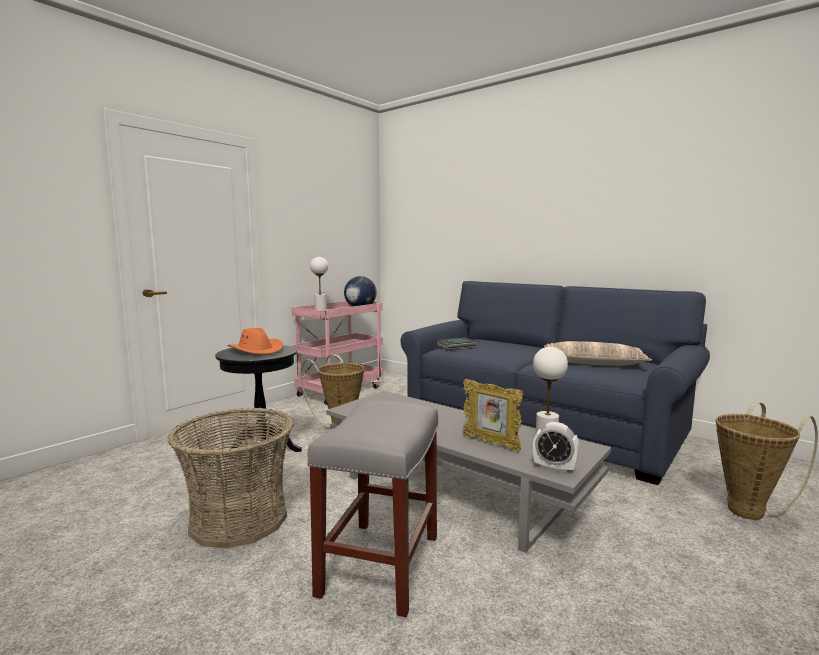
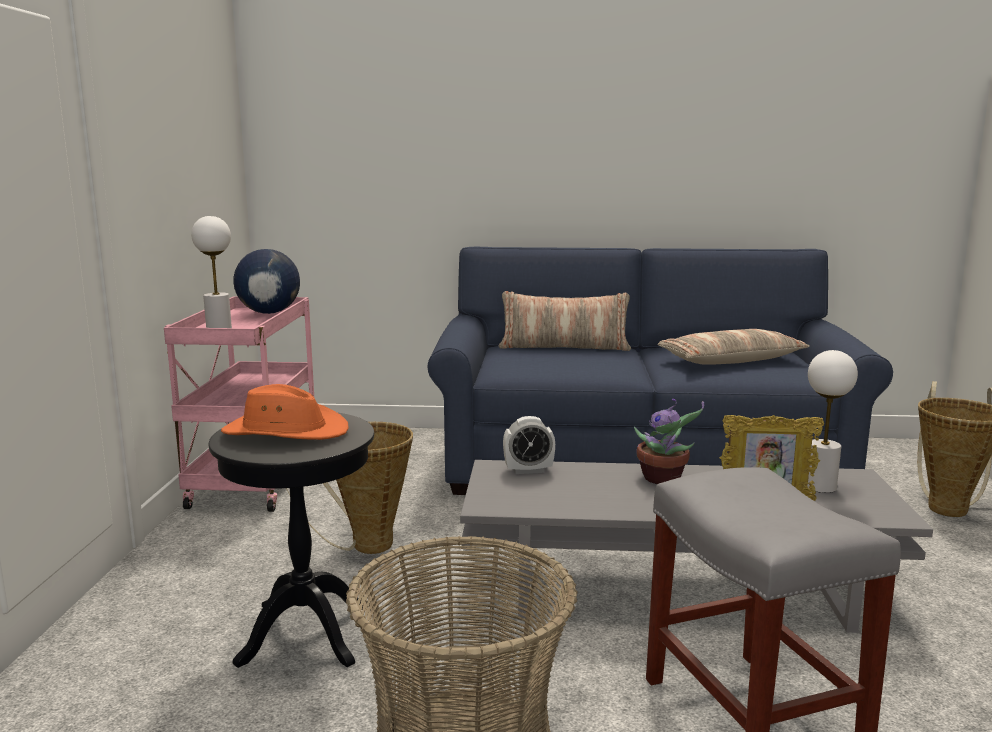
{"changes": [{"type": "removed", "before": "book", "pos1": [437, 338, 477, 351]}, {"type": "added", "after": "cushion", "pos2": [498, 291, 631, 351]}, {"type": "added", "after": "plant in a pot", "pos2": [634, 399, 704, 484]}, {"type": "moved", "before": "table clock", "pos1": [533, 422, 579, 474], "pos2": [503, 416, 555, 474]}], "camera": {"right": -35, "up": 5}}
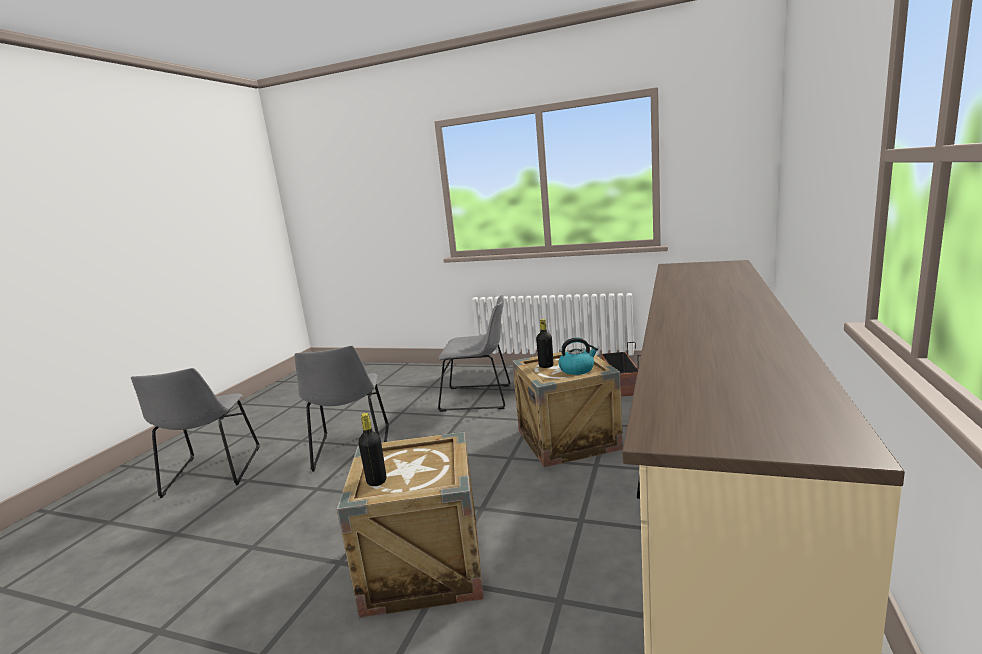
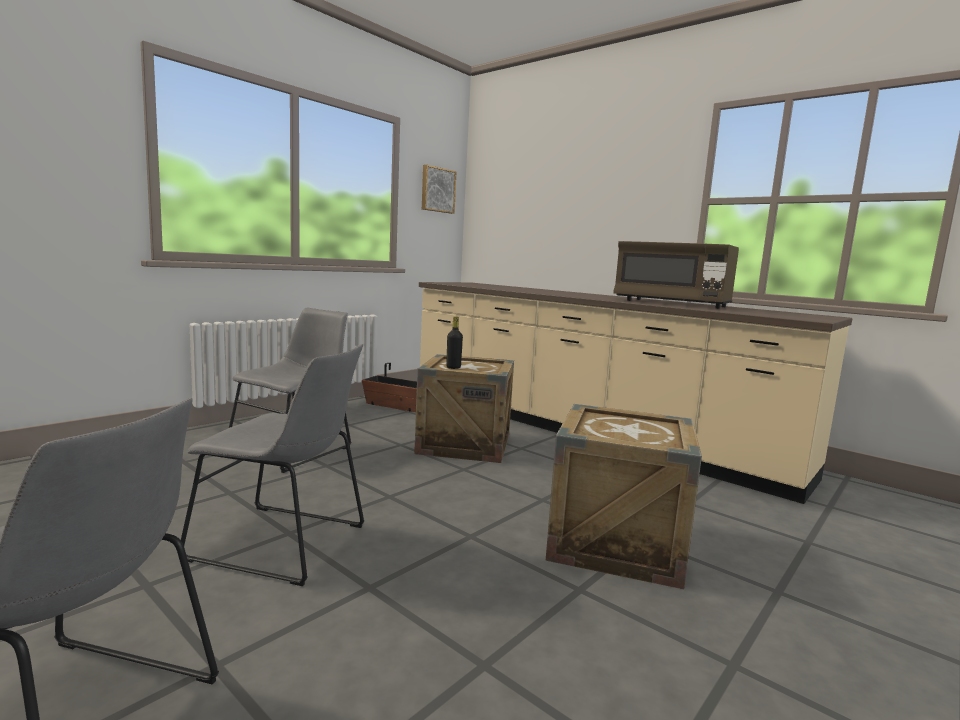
{"changes": [{"type": "removed", "before": "black drink bottle", "pos1": [358, 413, 386, 486]}, {"type": "removed", "before": "kettle", "pos1": [558, 338, 598, 375]}, {"type": "added", "after": "wall picture", "pos2": [422, 165, 456, 214]}, {"type": "added", "after": "brownish kitchen microwave", "pos2": [613, 241, 739, 309]}], "camera": {"right": -70, "up": -5}}
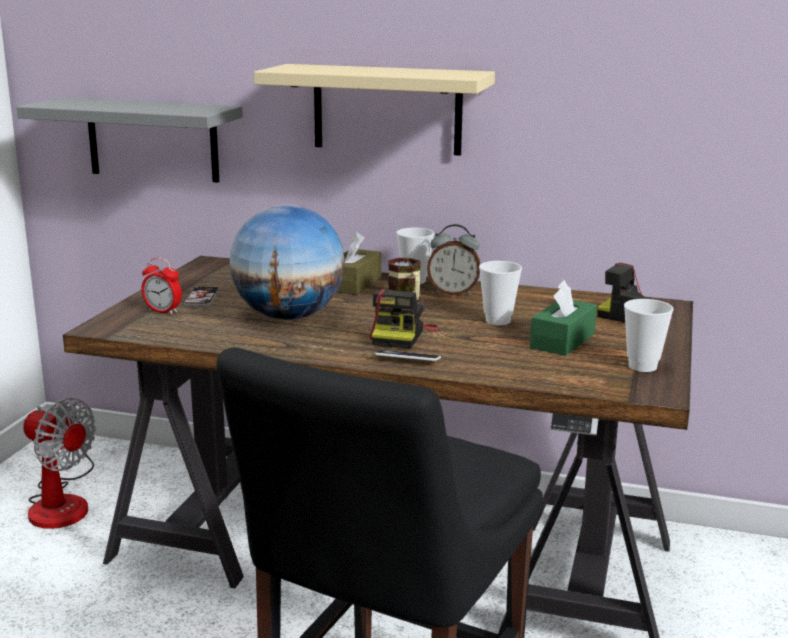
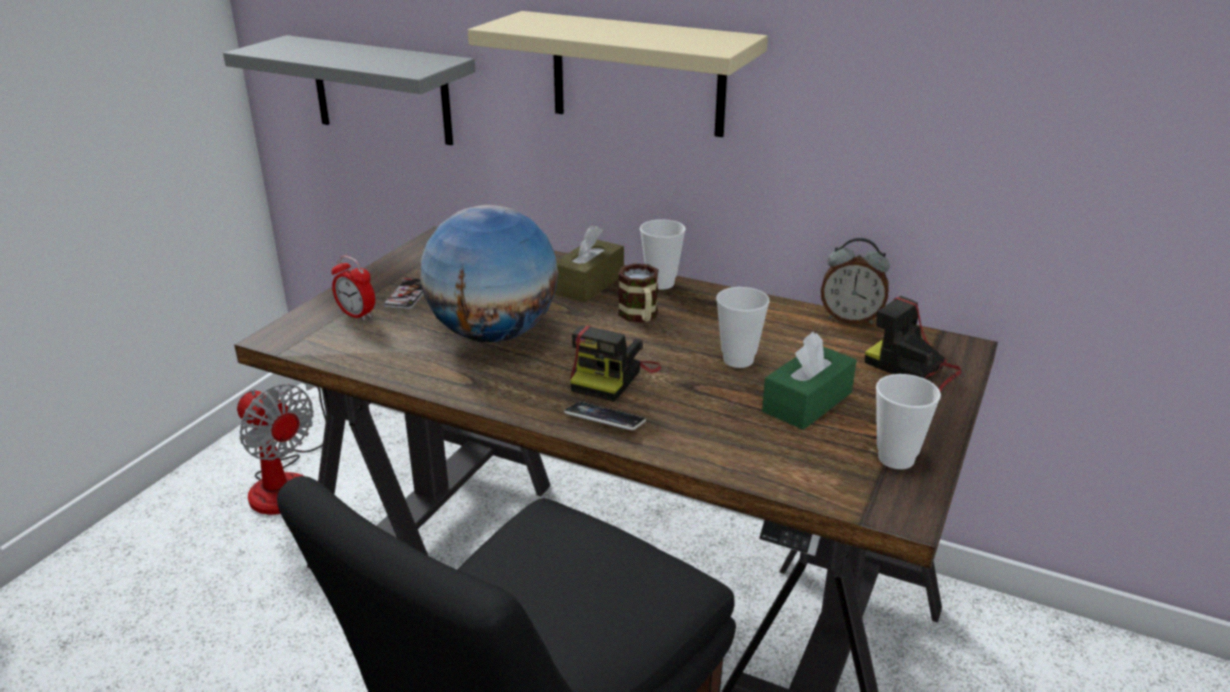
{"changes": [{"type": "moved", "before": "table clock", "pos1": [427, 224, 480, 295], "pos2": [821, 238, 890, 324]}], "camera": {"right": 10, "up": 10}}
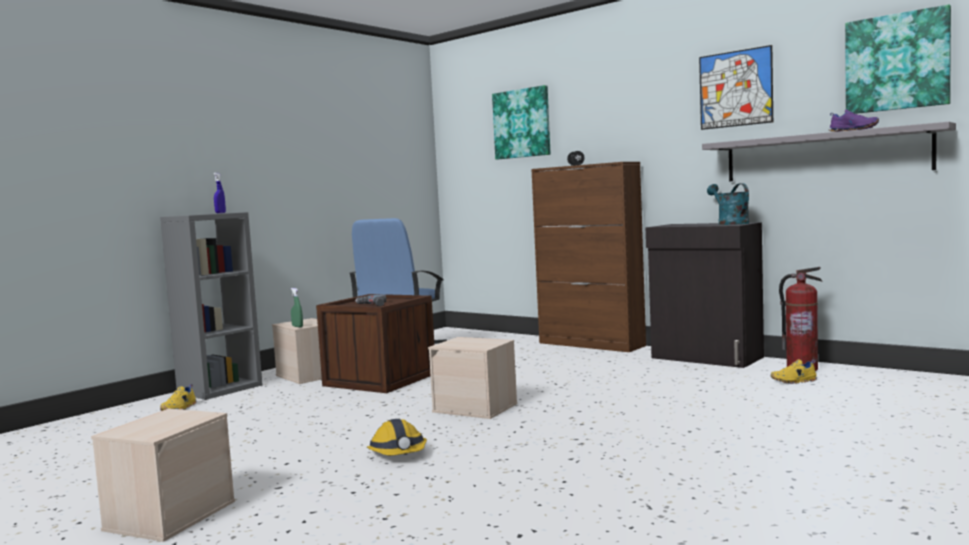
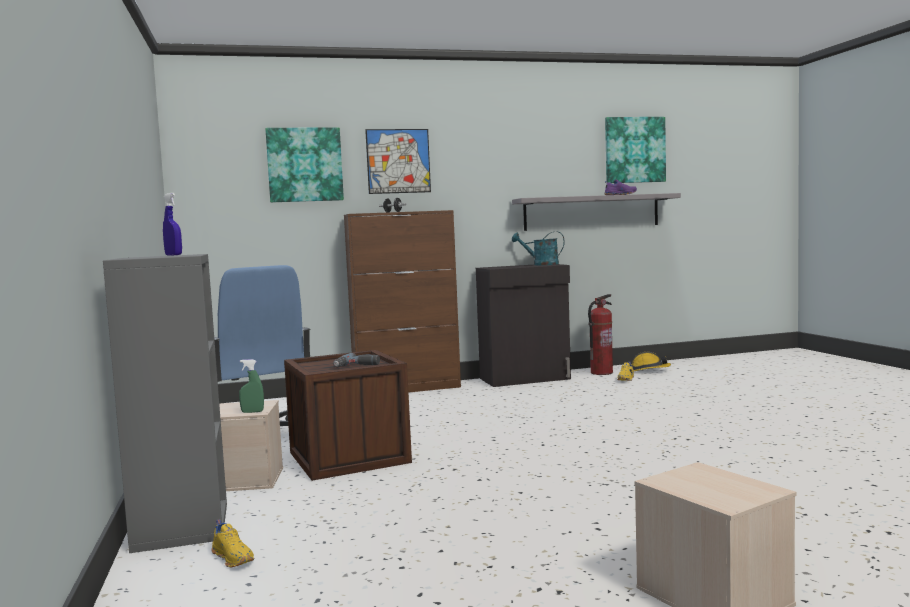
{"changes": [{"type": "removed", "before": "beige-coloured storage bin", "pos1": [428, 337, 517, 419]}, {"type": "moved", "before": "safety helmet", "pos1": [367, 419, 427, 455], "pos2": [632, 352, 671, 371]}, {"type": "moved", "before": "wall picture", "pos1": [699, 45, 773, 130], "pos2": [365, 129, 431, 194]}], "camera": {"right": -55, "up": 0}}
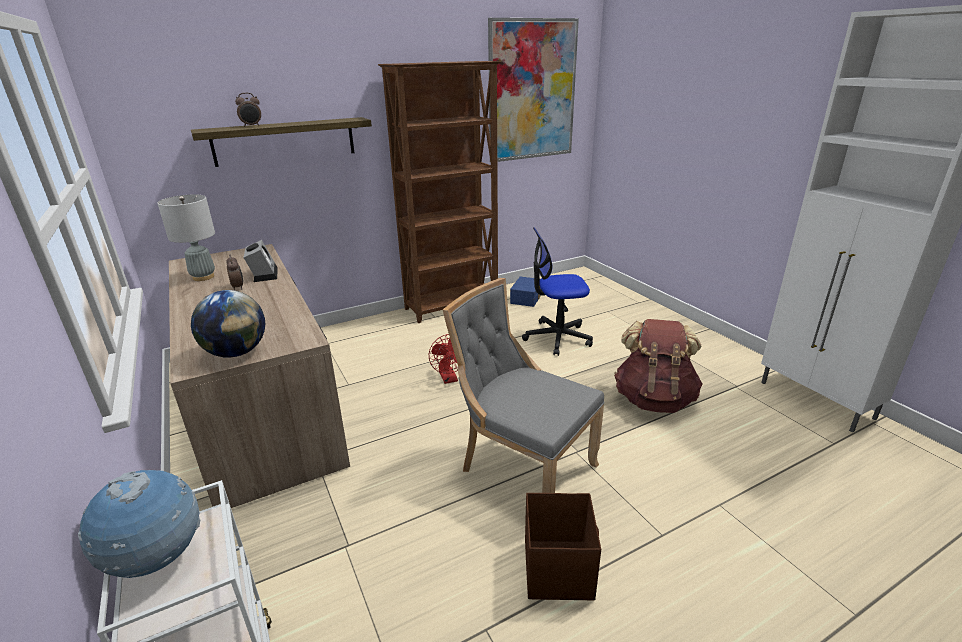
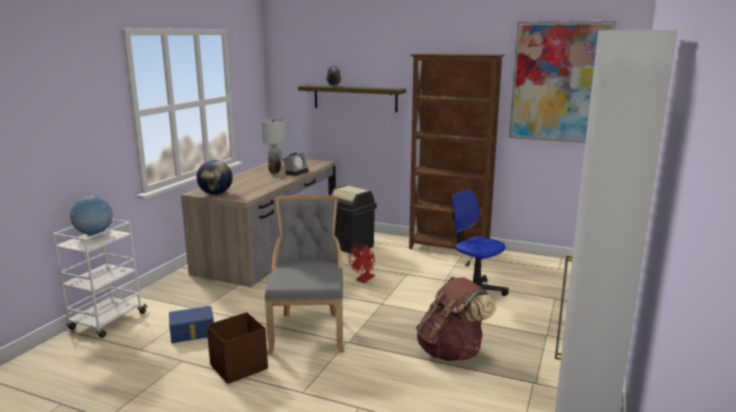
{"changes": [{"type": "added", "after": "black trash can", "pos2": [330, 185, 377, 254]}, {"type": "moved", "before": "blue storage bin", "pos1": [510, 277, 541, 307], "pos2": [169, 306, 214, 343]}], "camera": {"right": 50, "up": -10}}
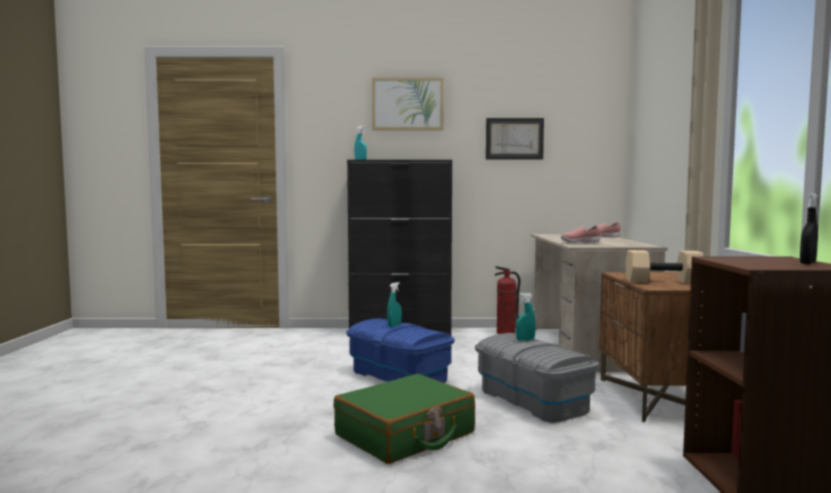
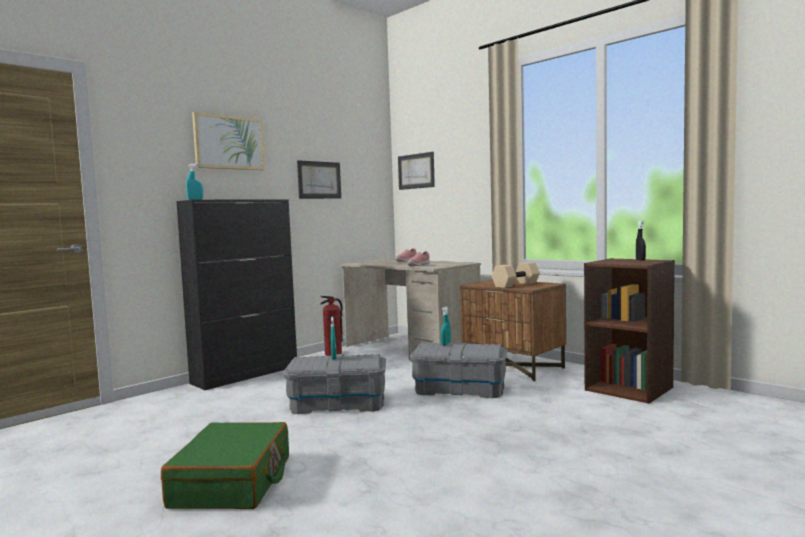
{"changes": [{"type": "added", "after": "wall picture", "pos2": [398, 152, 435, 190]}, {"type": "moved", "before": "green-coloured piece of luggage", "pos1": [334, 374, 475, 464], "pos2": [161, 422, 289, 509]}, {"type": "recoloured", "before": "blue storage bin", "after": "greyish storage bin", "pos1": [346, 318, 454, 383], "pos2": [283, 354, 386, 414]}], "camera": {"right": -45, "up": 0}}
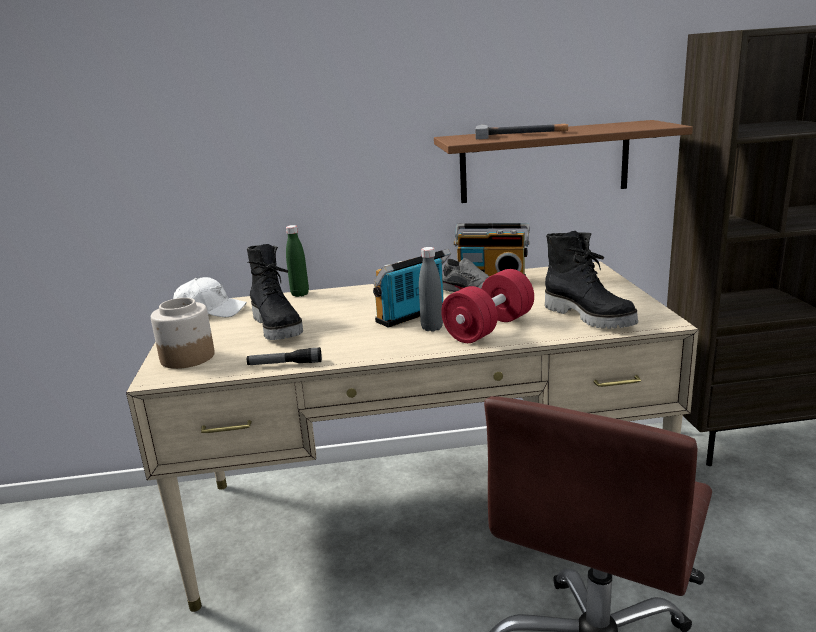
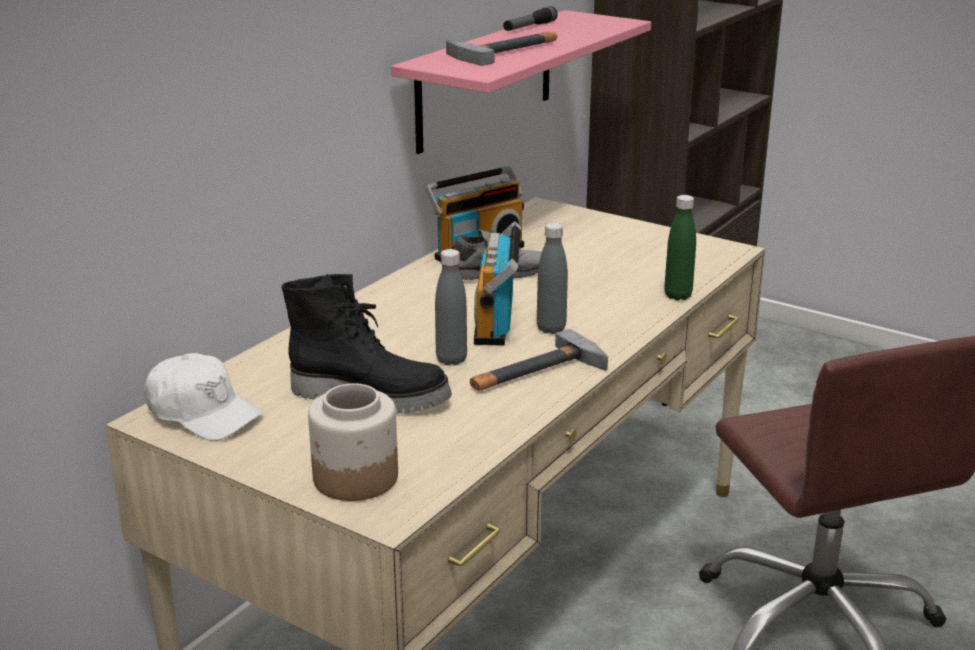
{"changes": [{"type": "removed", "before": "red-coloured hand weight", "pos1": [441, 269, 534, 343]}, {"type": "removed", "before": "black boot", "pos1": [545, 231, 638, 329]}, {"type": "added", "after": "greyish drink bottle", "pos2": [435, 249, 467, 365]}, {"type": "added", "after": "hammer", "pos2": [470, 329, 608, 391]}, {"type": "moved", "before": "hand torch", "pos1": [247, 347, 322, 365], "pos2": [503, 6, 558, 31]}, {"type": "moved", "before": "green-coloured drink bottle", "pos1": [286, 225, 309, 297], "pos2": [664, 195, 696, 300]}, {"type": "recoloured", "before": "brownish wall shelf", "after": "pink wall shelf", "pos1": [434, 120, 693, 203], "pos2": [391, 10, 651, 154]}, {"type": "turned", "before": "white-coloured cap", "pos1": [173, 277, 247, 317], "pos2": [144, 353, 263, 441], "turn": 75}], "camera": {"right": -50, "up": 5}}
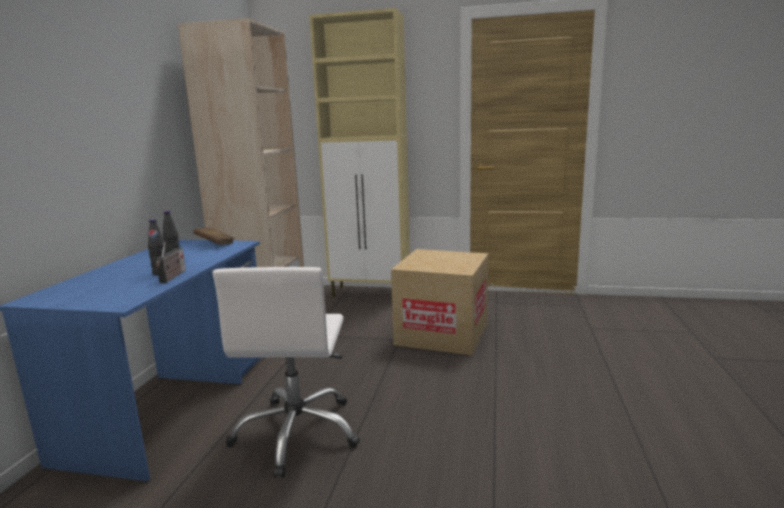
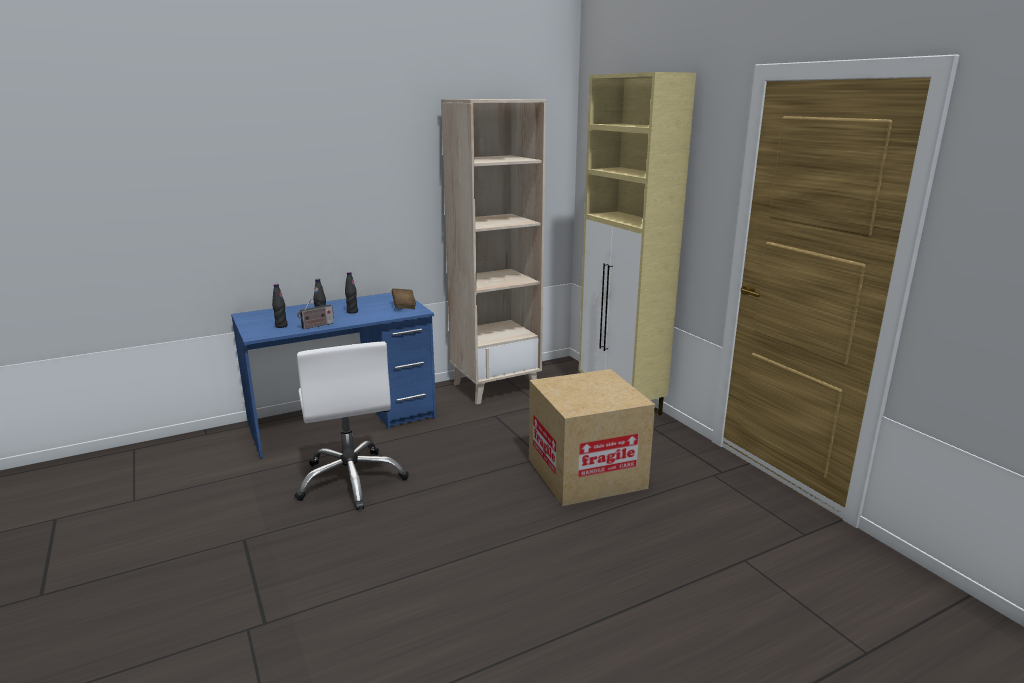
{"changes": [{"type": "added", "after": "black drink bottle", "pos2": [272, 284, 288, 328]}, {"type": "turned", "before": "white-coloured desk chair", "pos1": [213, 267, 360, 478], "pos2": [294, 342, 409, 510], "turn": -75}], "camera": {"right": 50, "up": 5}}
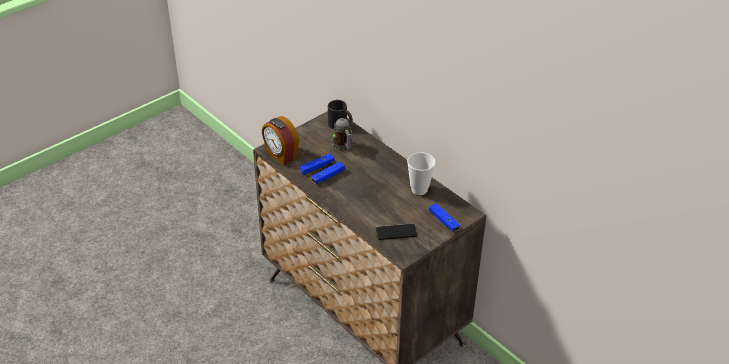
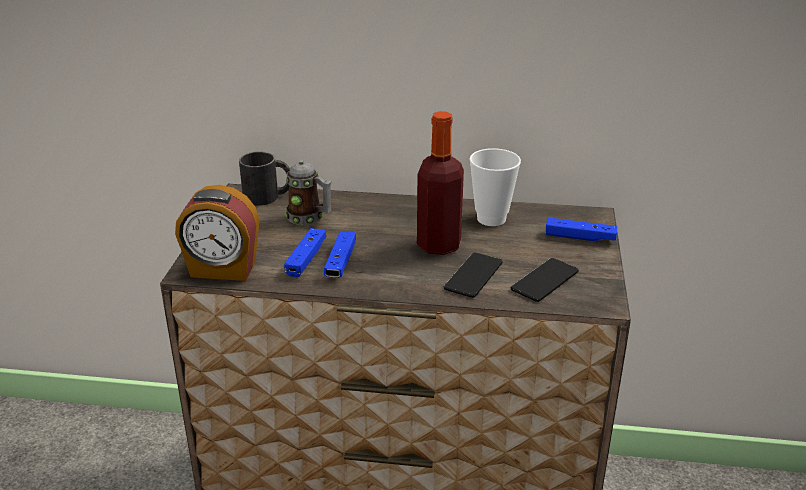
{"changes": [{"type": "added", "after": "drink bottle", "pos2": [417, 111, 464, 255]}, {"type": "added", "after": "telephone", "pos2": [444, 252, 503, 298]}], "camera": {"right": -40, "up": -10}}
